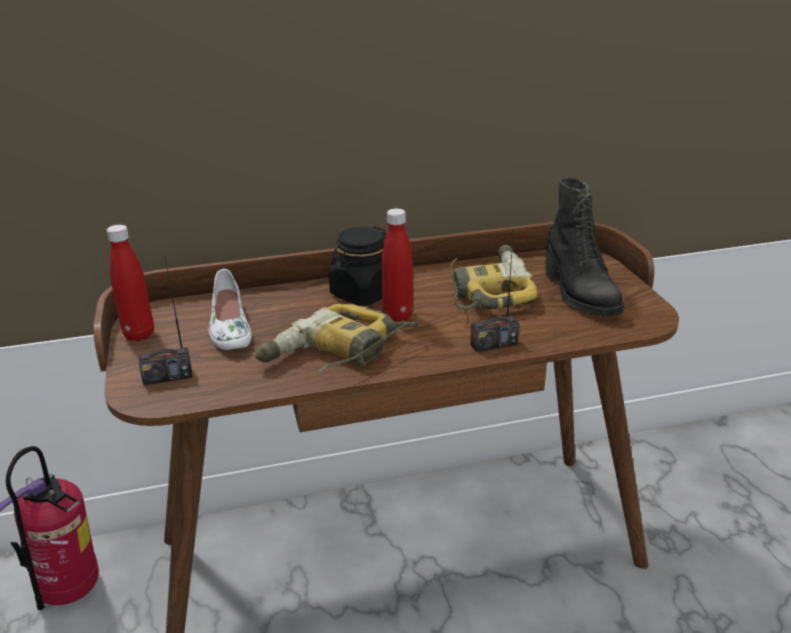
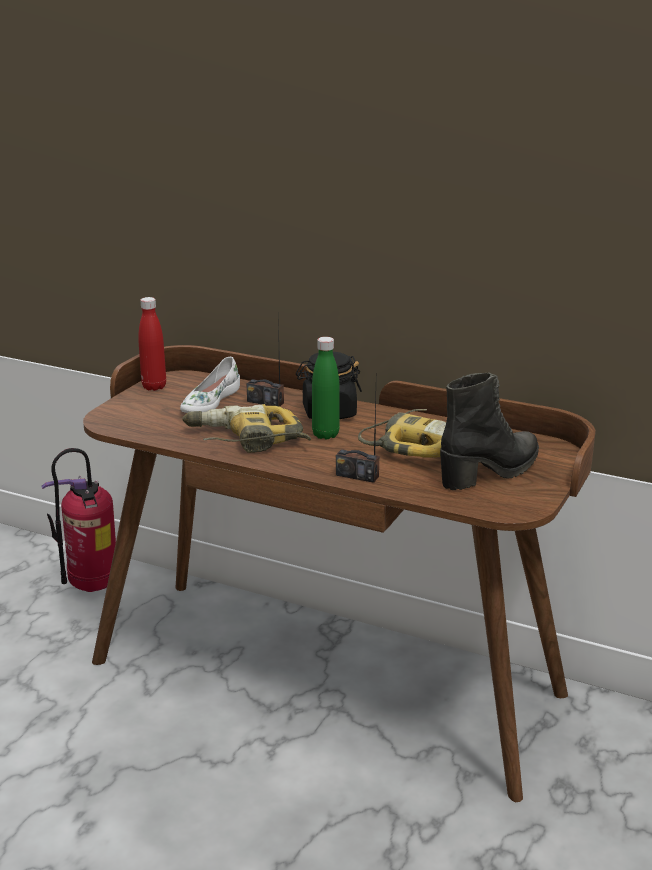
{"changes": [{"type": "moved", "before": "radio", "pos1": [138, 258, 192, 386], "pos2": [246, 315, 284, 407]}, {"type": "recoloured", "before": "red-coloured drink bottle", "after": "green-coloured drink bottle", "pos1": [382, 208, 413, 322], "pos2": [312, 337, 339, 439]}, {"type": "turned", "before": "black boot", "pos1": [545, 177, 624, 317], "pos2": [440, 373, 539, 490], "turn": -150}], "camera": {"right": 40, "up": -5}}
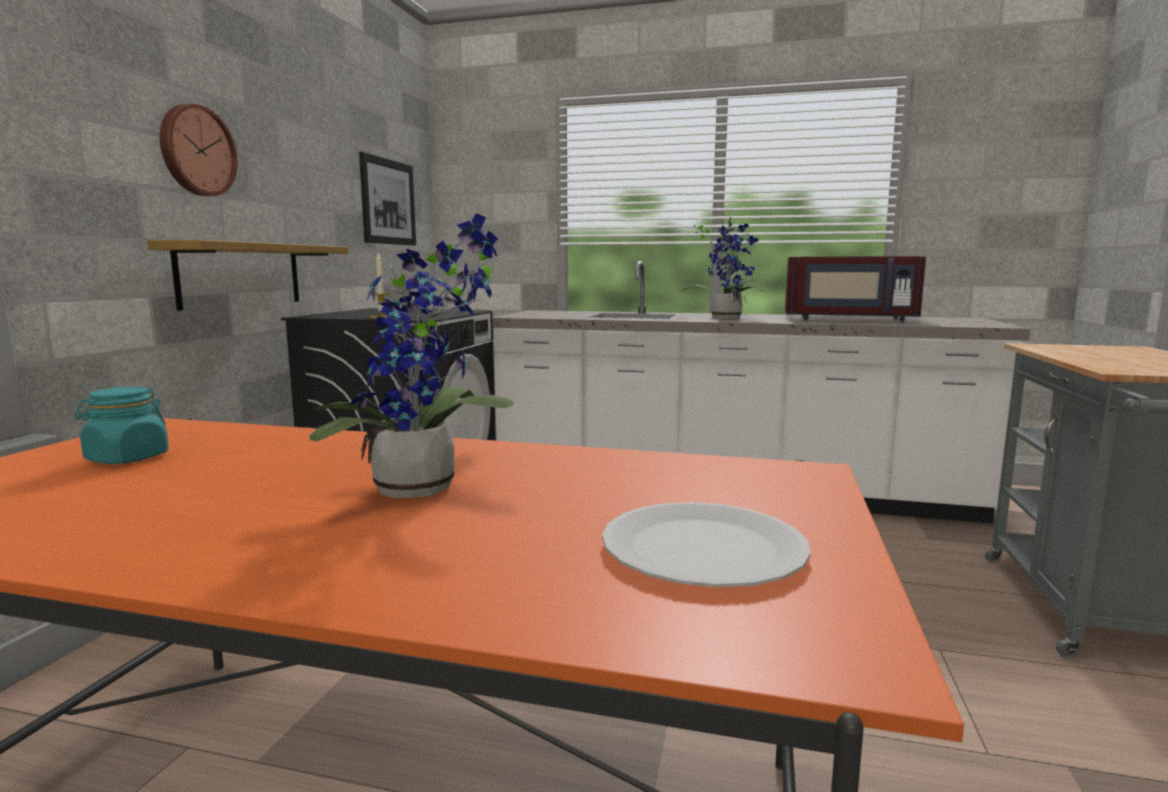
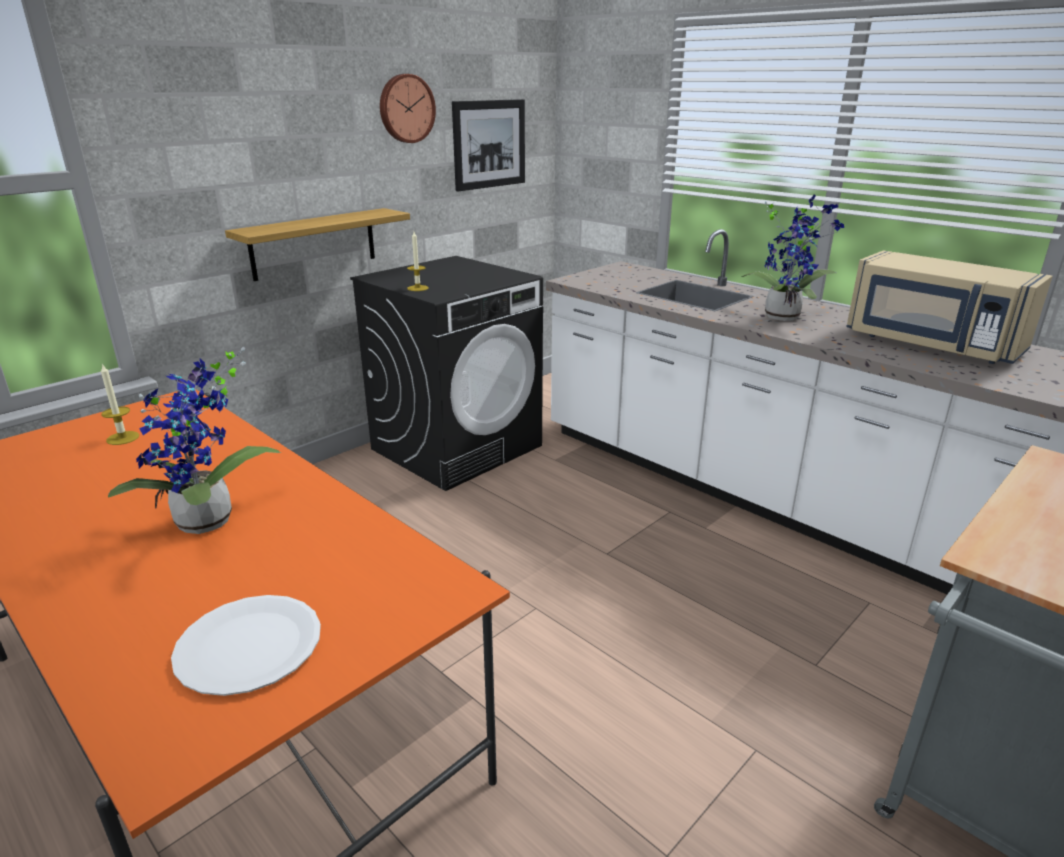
{"changes": [{"type": "moved", "before": "hanging clock", "pos1": [160, 103, 238, 196], "pos2": [380, 74, 436, 143]}, {"type": "replaced", "before": "blue-green preserve jar", "after": "wax candle", "pos1": [74, 387, 169, 464], "pos2": [101, 363, 139, 445]}, {"type": "recoloured", "before": "red-coloured kitchen microwave", "after": "beige-coloured kitchen microwave", "pos1": [785, 256, 926, 321], "pos2": [846, 250, 1053, 364]}], "camera": {"right": 30, "up": 15}}
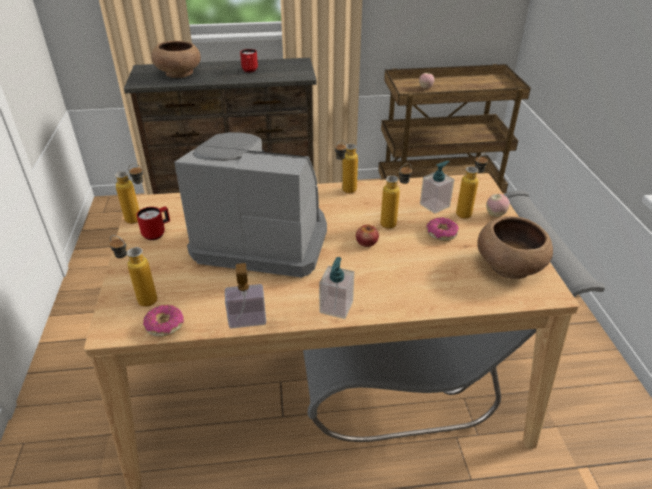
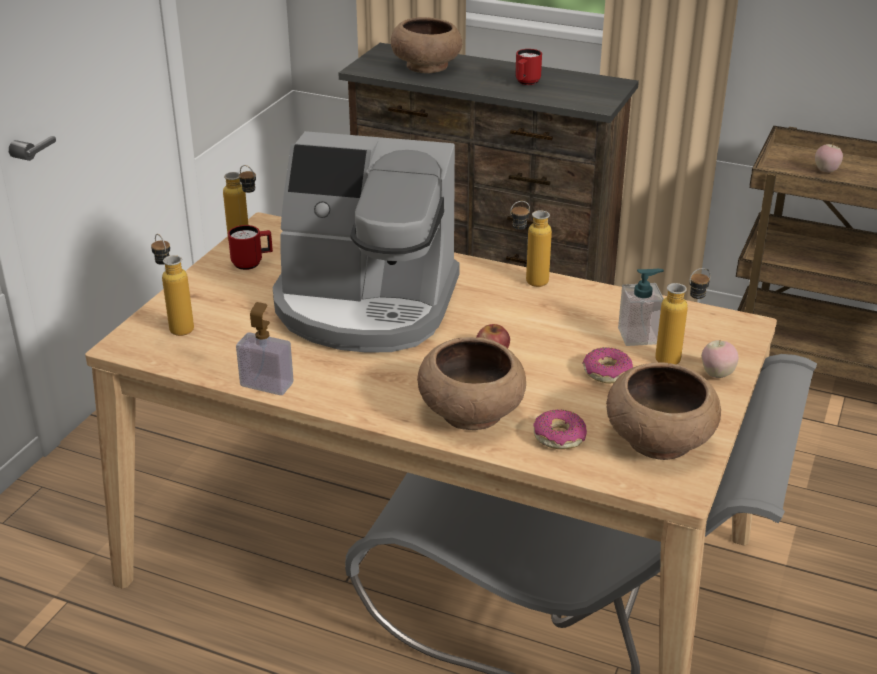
{"changes": [{"type": "removed", "before": "soap bottle", "pos1": [319, 257, 354, 319]}, {"type": "removed", "before": "drink bottle", "pos1": [380, 163, 412, 229]}, {"type": "added", "after": "brownish bowl", "pos2": [417, 337, 526, 430]}, {"type": "moved", "before": "donut", "pos1": [143, 305, 184, 337], "pos2": [533, 410, 587, 449]}, {"type": "turned", "before": "coffee maker", "pos1": [174, 132, 327, 277], "pos2": [273, 131, 459, 353], "turn": 150}], "camera": {"right": 30, "up": -5}}
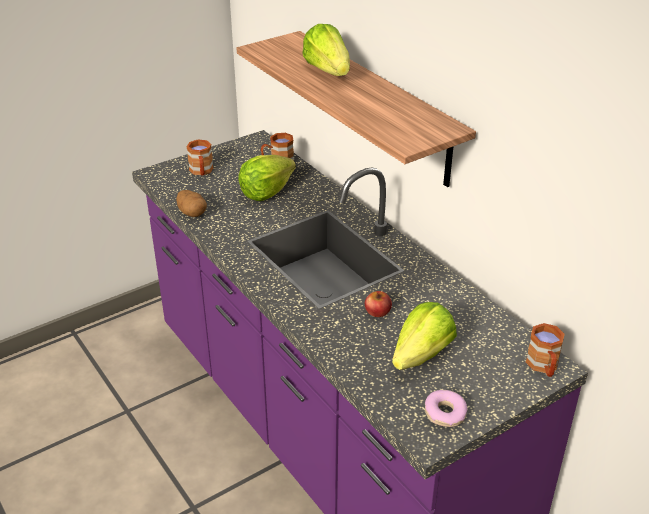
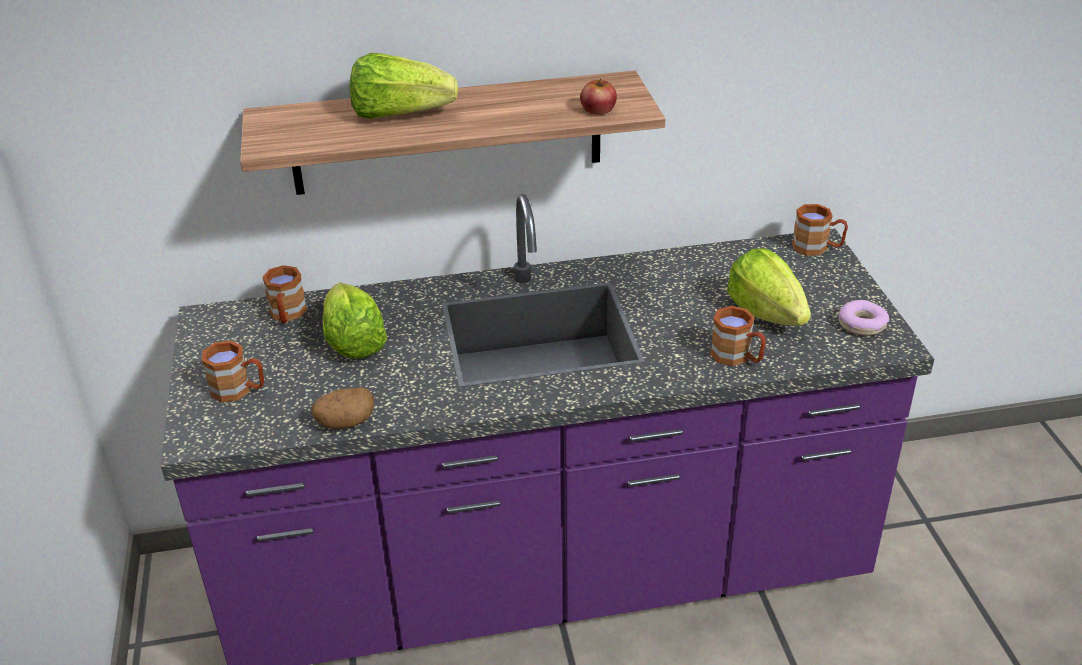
{"changes": [{"type": "added", "after": "brownish mug", "pos2": [710, 306, 766, 366]}, {"type": "moved", "before": "whole apple", "pos1": [365, 291, 392, 317], "pos2": [580, 79, 617, 115]}], "camera": {"right": -65, "up": 0}}
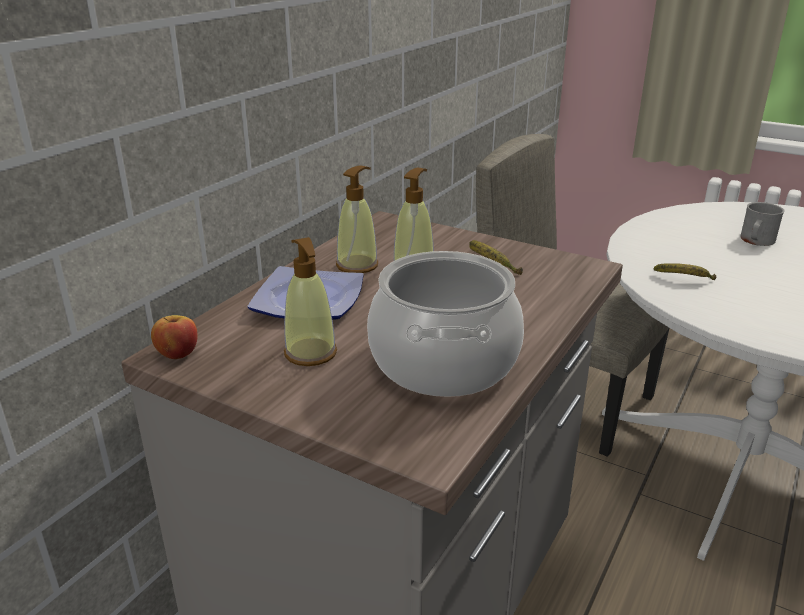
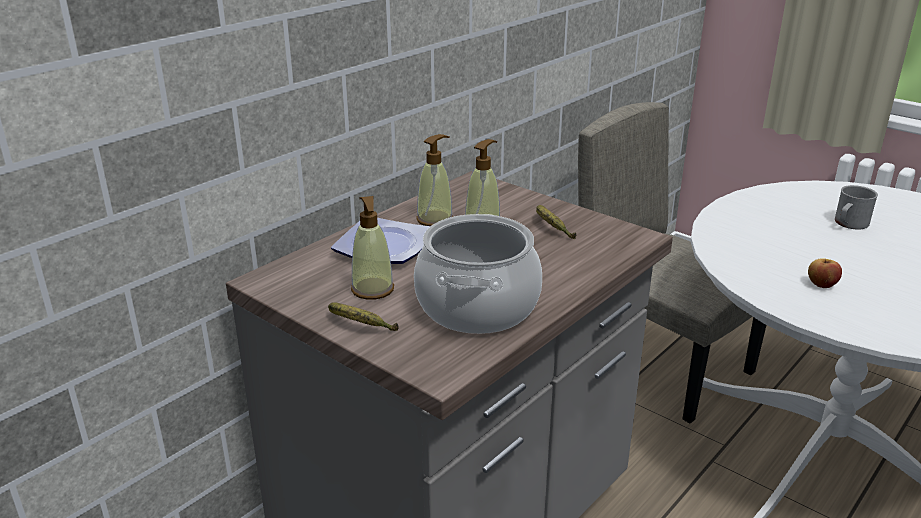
{"changes": [{"type": "moved", "before": "whole apple", "pos1": [151, 315, 198, 359], "pos2": [808, 258, 842, 288]}, {"type": "moved", "before": "whole banana", "pos1": [654, 263, 716, 280], "pos2": [328, 302, 399, 331]}], "camera": {"right": 10, "up": 0}}
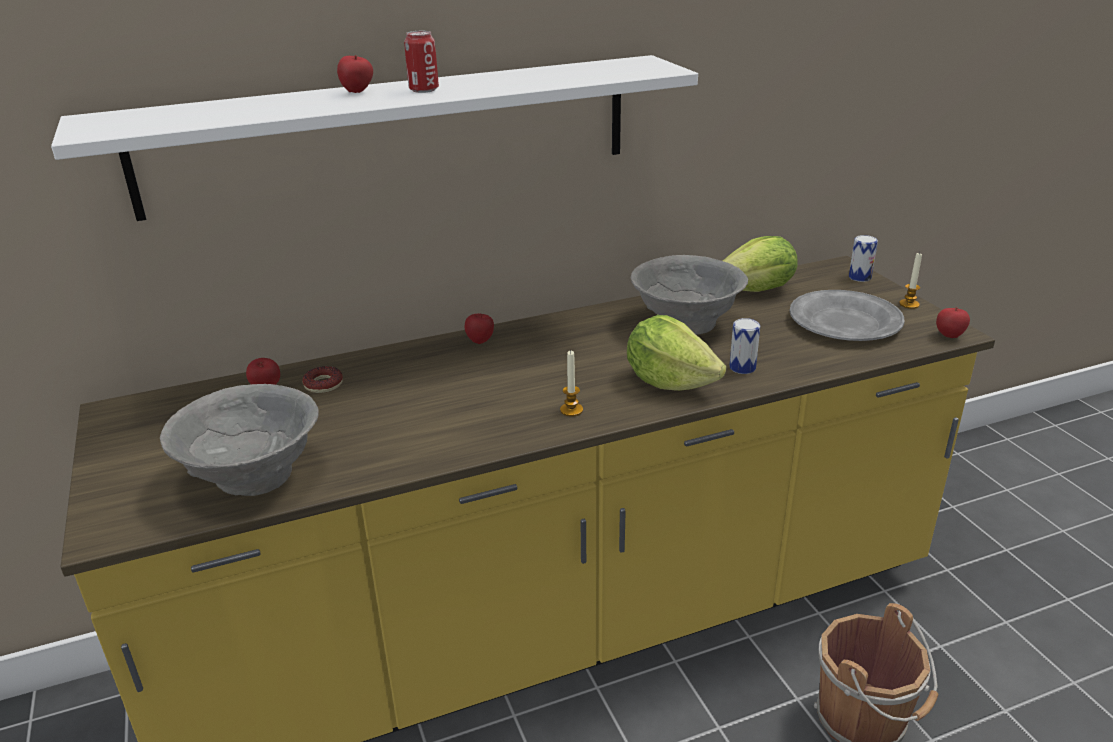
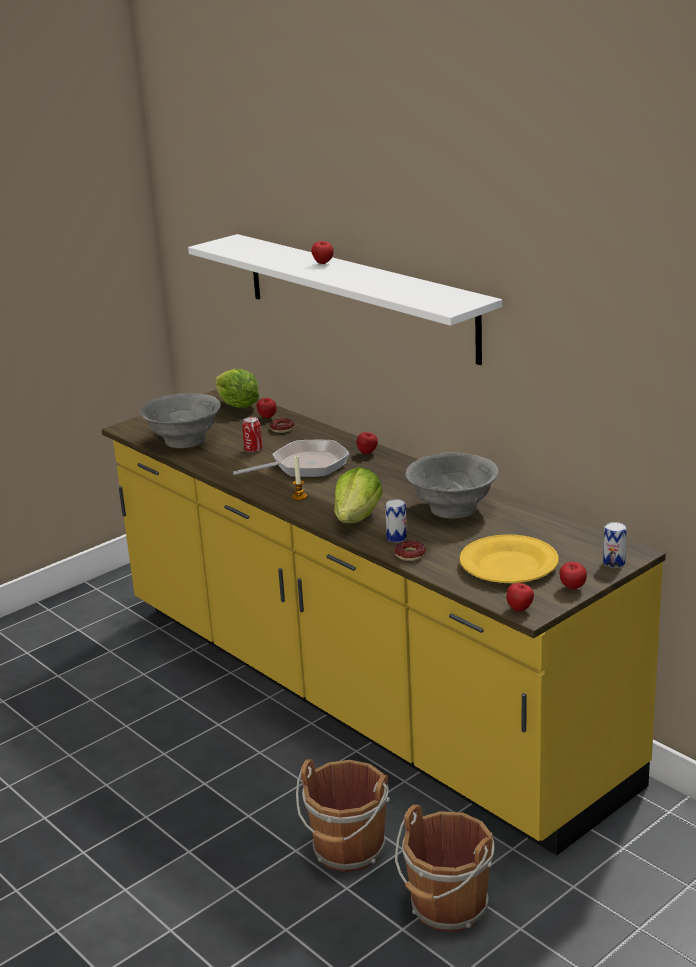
{"changes": [{"type": "added", "after": "skillet", "pos2": [233, 440, 350, 477]}, {"type": "added", "after": "donut", "pos2": [395, 541, 426, 561]}, {"type": "added", "after": "brownish pail", "pos2": [395, 804, 495, 932]}, {"type": "moved", "before": "metal can", "pos1": [404, 31, 439, 93], "pos2": [242, 417, 262, 453]}, {"type": "moved", "before": "lettuce", "pos1": [723, 236, 798, 292], "pos2": [215, 369, 259, 408]}, {"type": "replaced", "before": "wax candle", "after": "whole apple", "pos1": [899, 252, 922, 309], "pos2": [559, 562, 587, 590]}, {"type": "recoloured", "before": "greyish plate", "after": "yellowish plate", "pos1": [789, 290, 904, 341], "pos2": [460, 535, 559, 583]}], "camera": {"right": 70, "up": -5}}
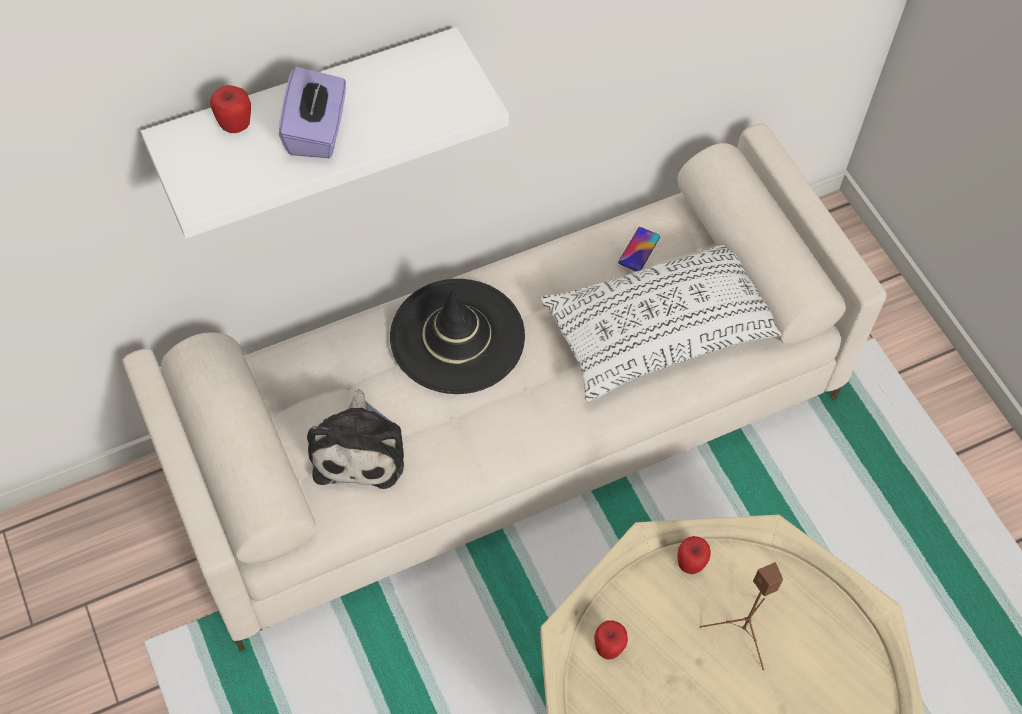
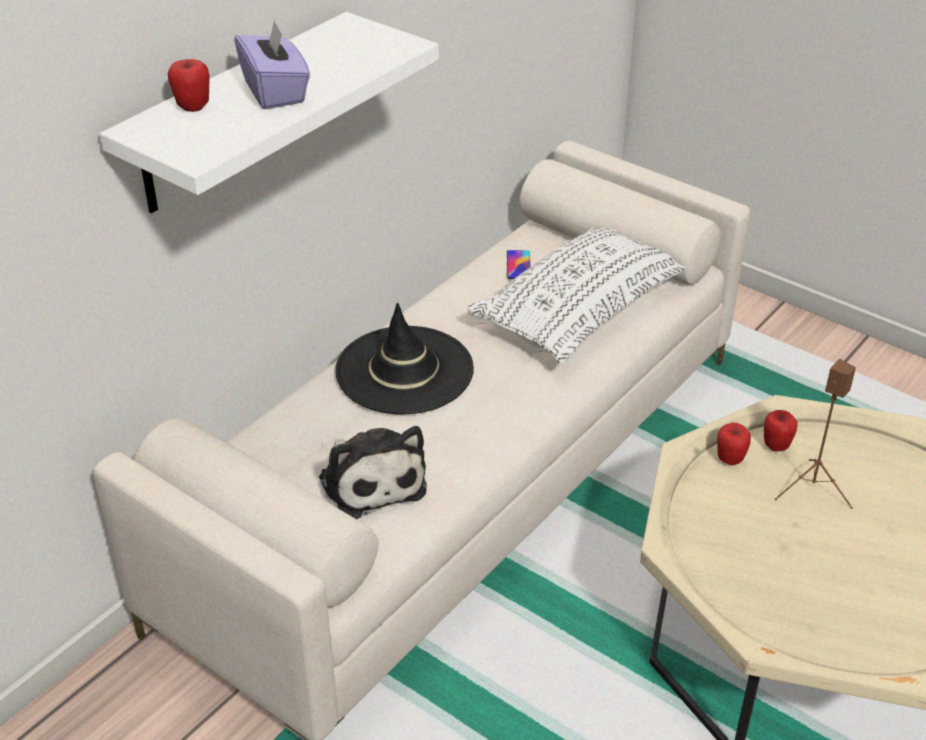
{"changes": [{"type": "moved", "before": "whole apple", "pos1": [594, 620, 628, 660], "pos2": [764, 410, 798, 452]}], "camera": {"right": -25, "up": -20}}
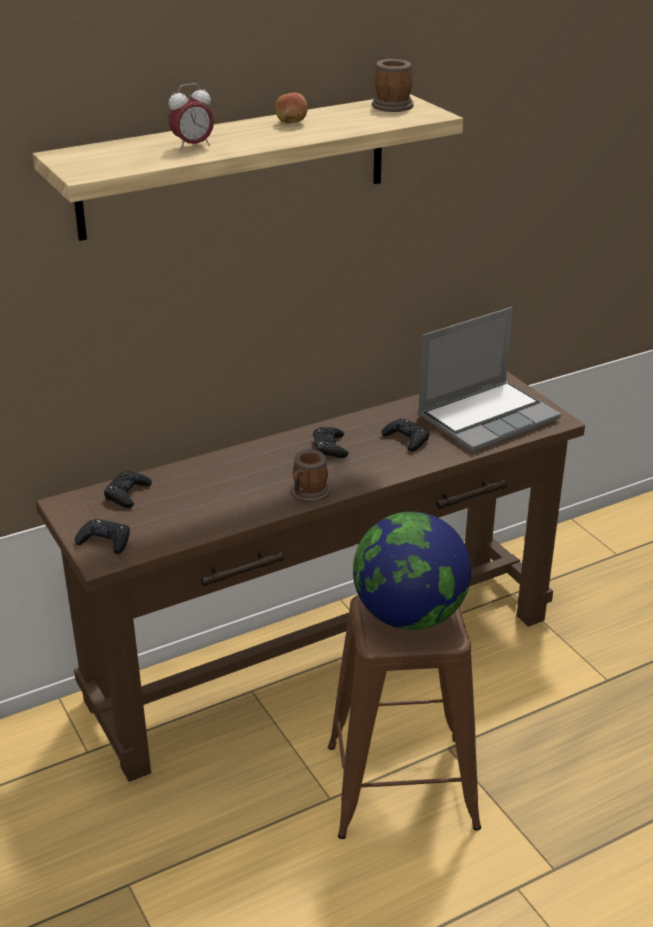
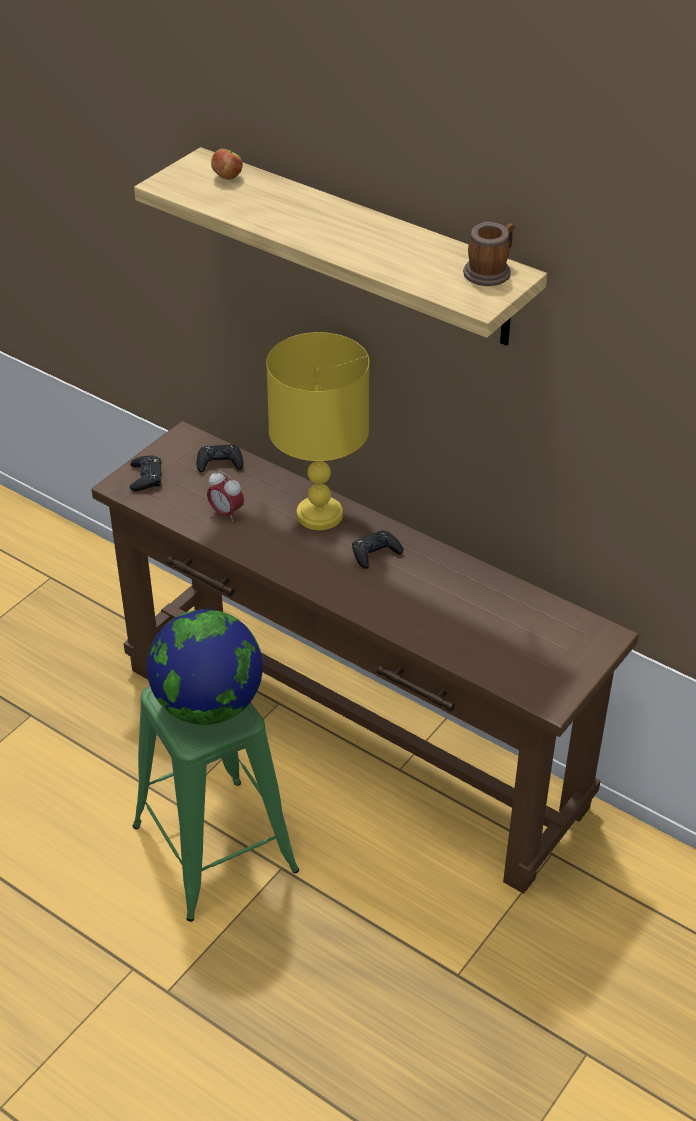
{"changes": [{"type": "removed", "before": "mug", "pos1": [291, 449, 331, 502]}, {"type": "removed", "before": "black joypad", "pos1": [381, 419, 429, 451]}, {"type": "removed", "before": "portable computer", "pos1": [418, 307, 561, 452]}, {"type": "added", "after": "yellowish table lamp", "pos2": [266, 332, 369, 530]}, {"type": "moved", "before": "table clock", "pos1": [168, 83, 214, 150], "pos2": [207, 471, 244, 522]}, {"type": "moved", "before": "whole apple", "pos1": [275, 92, 308, 123], "pos2": [211, 149, 243, 180]}, {"type": "recoloured", "before": "brownish sitting stool", "after": "green-coloured sitting stool", "pos1": [328, 595, 481, 839], "pos2": [133, 686, 299, 922]}], "camera": {"right": 65, "up": 10}}
